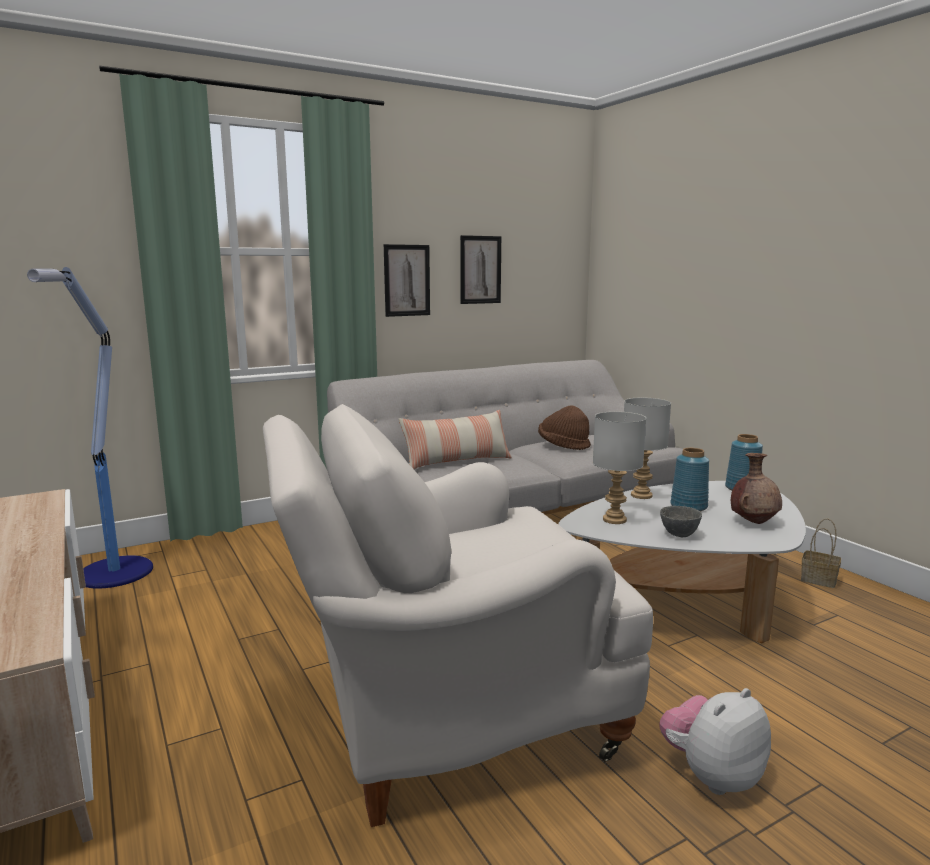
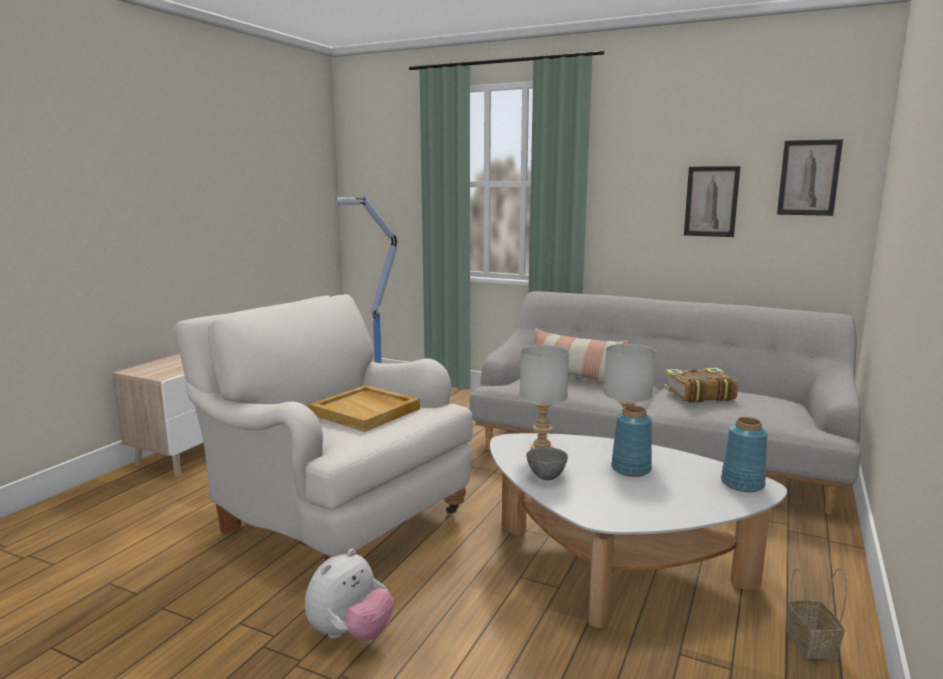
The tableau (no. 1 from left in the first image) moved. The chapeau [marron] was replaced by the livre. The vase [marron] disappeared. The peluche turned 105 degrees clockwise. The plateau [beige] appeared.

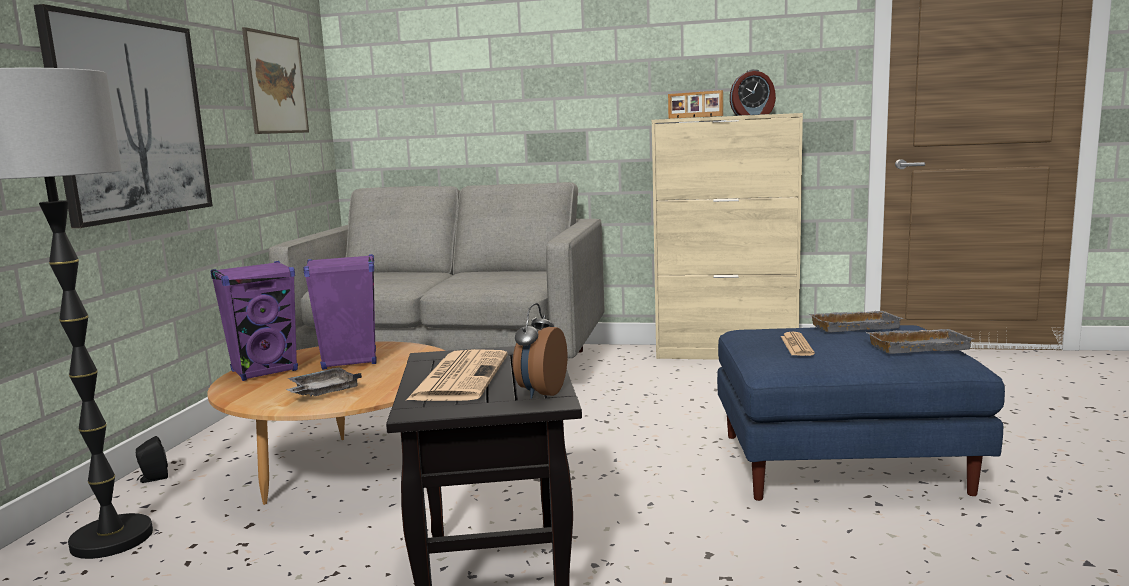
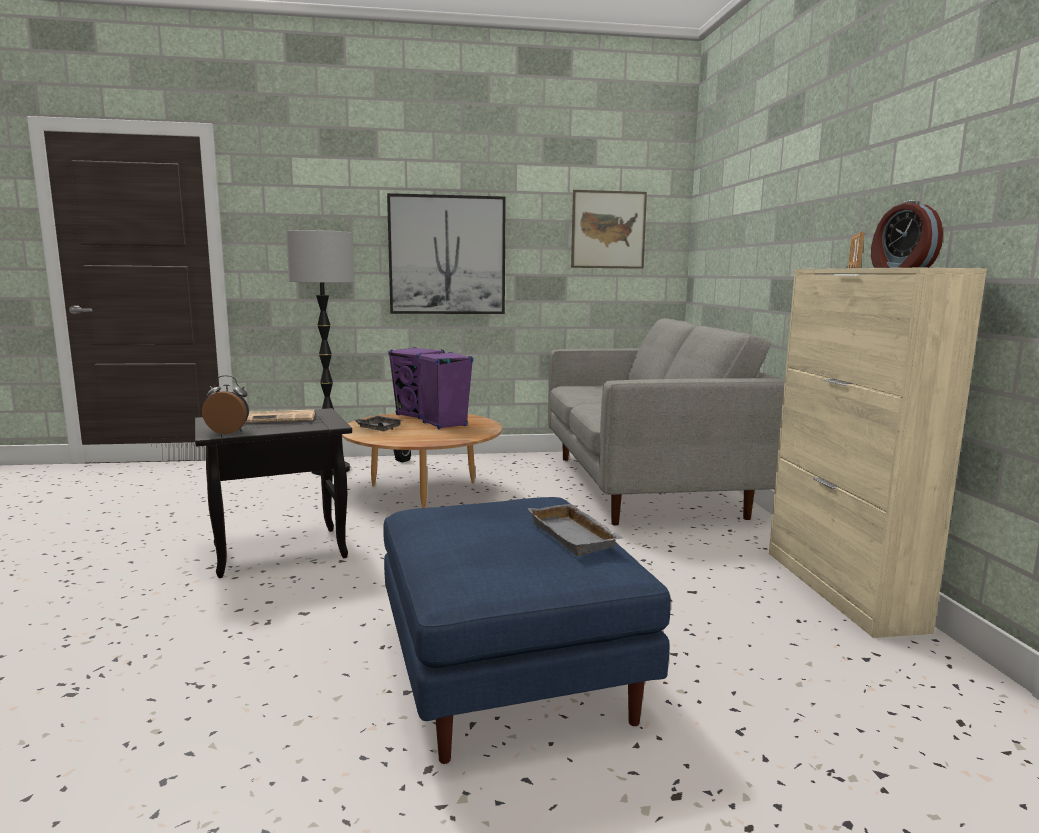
The plateau [gris] (no. 3 from left) disappeared. The journal (no. 2 from left) disappeared.

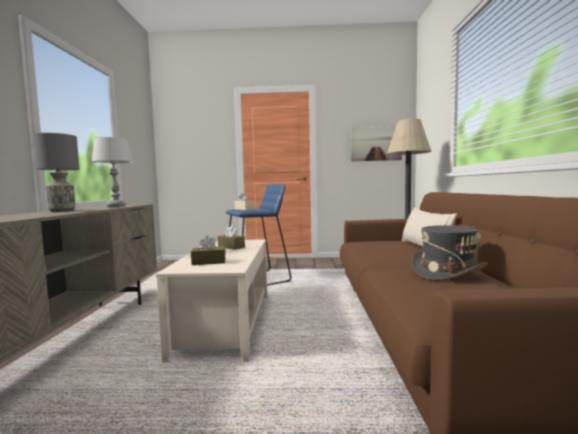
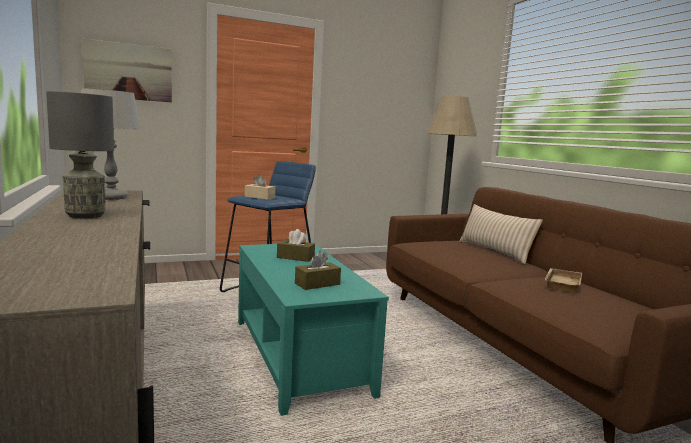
The tableau moved. The chapeau [gris] was replaced by the plateau [beige]. The table basse [beige] became the table basse [turquoise].

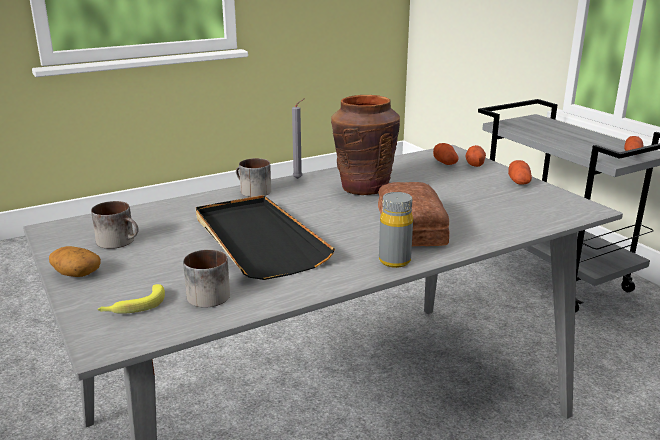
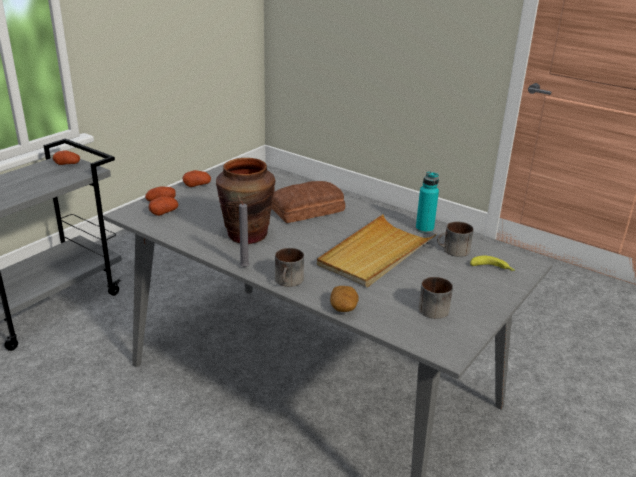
The bouteille [gris] disappeared. The plateau [noir] became the plateau [beige]. The pomme de terre (no. 1 from left in the first image) moved. The bouteille [turquoise] appeared.

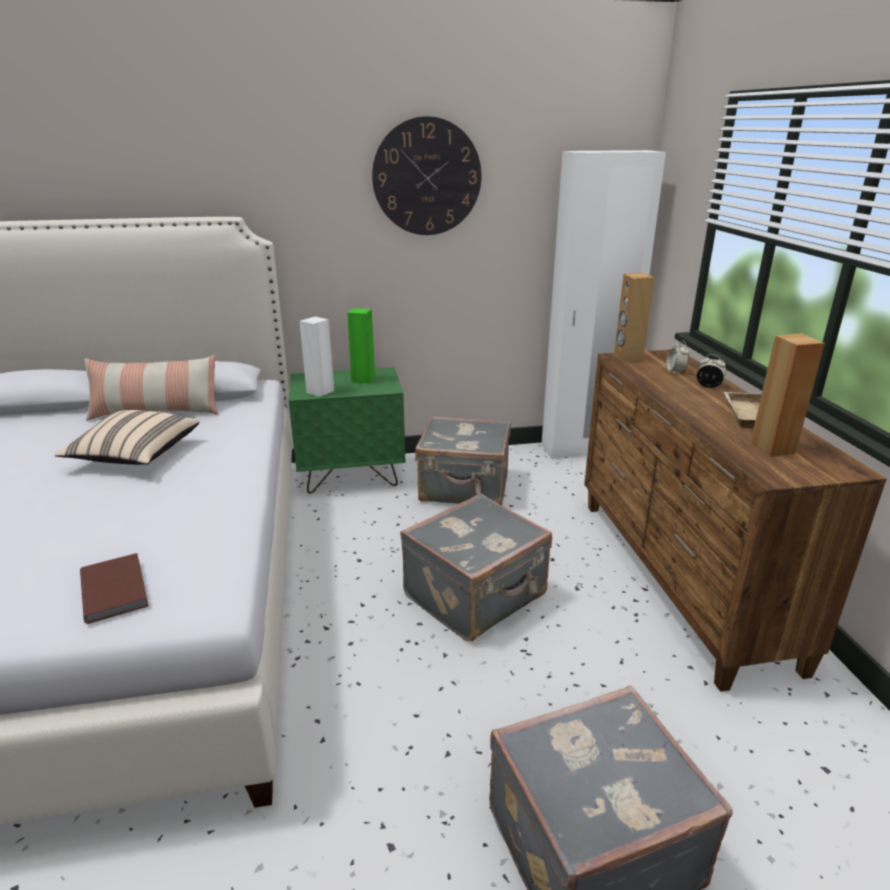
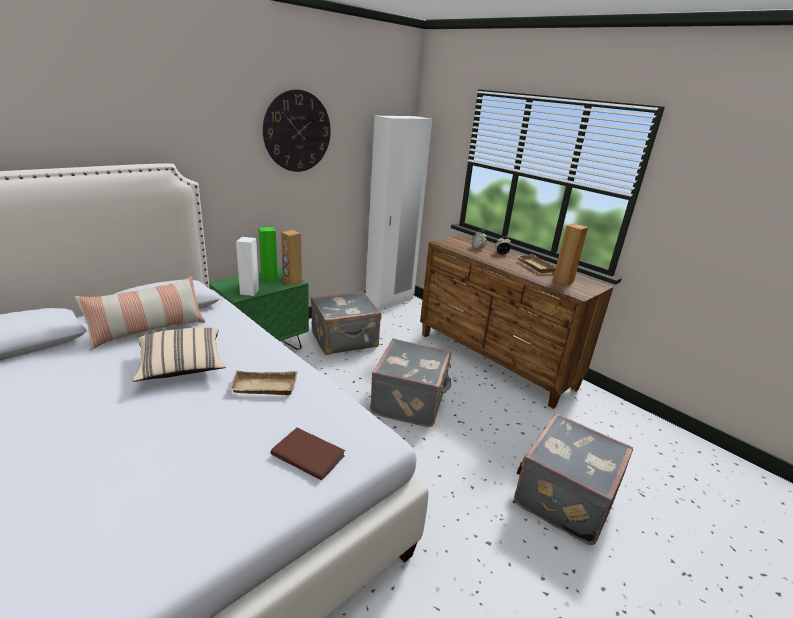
The enceinte [marron] (no. 1 from left) moved. The plateau [beige] (no. 1 from left) appeared.

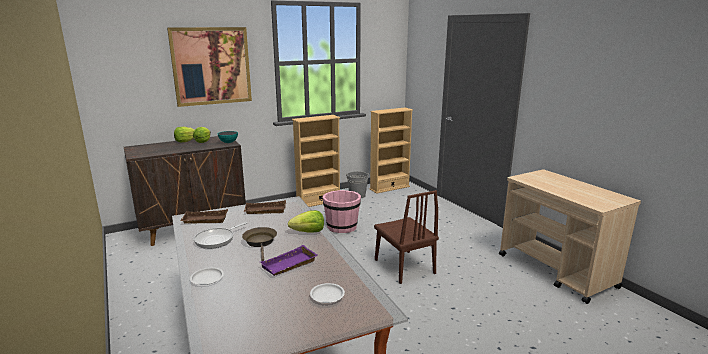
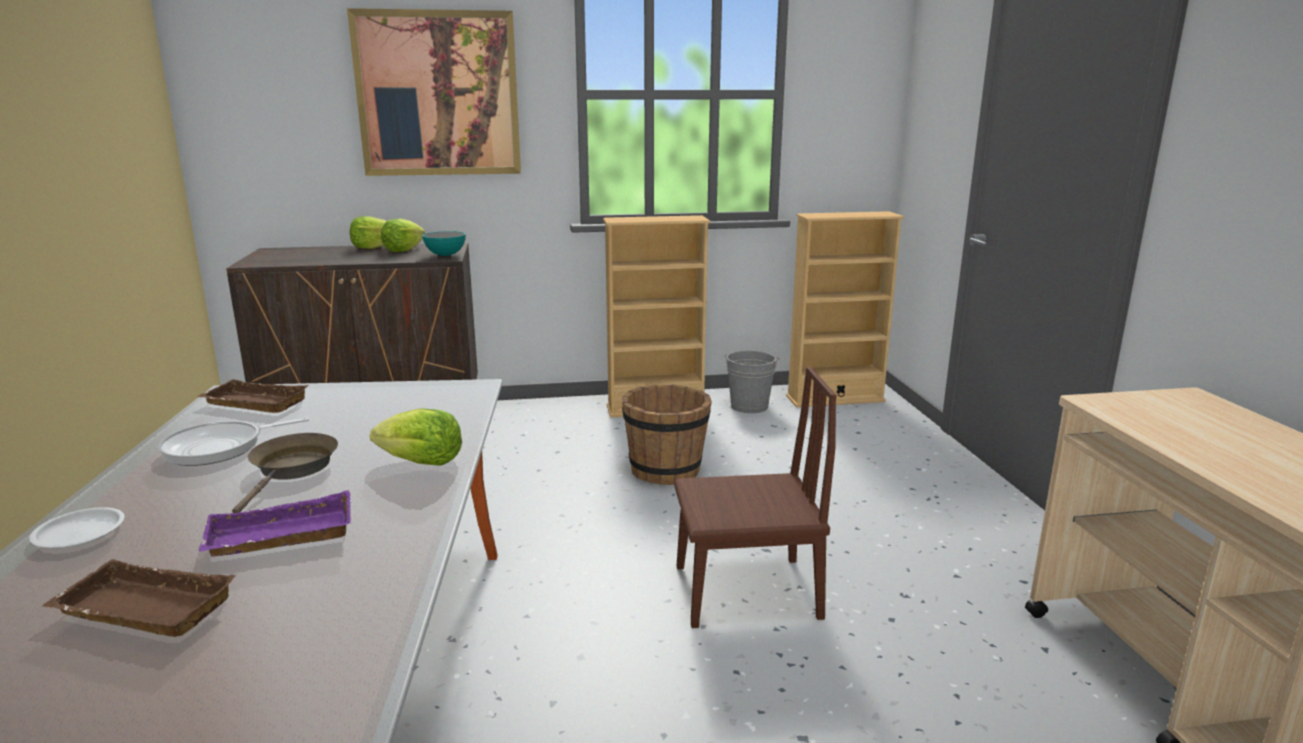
The seau [rose] became the seau [marron]. The chaise [marron] turned 90 degrees counterclockwise. The plateau [marron] (no. 2 from left in the first image) moved. The assiette [blanc] (no. 2 from left) disappeared.

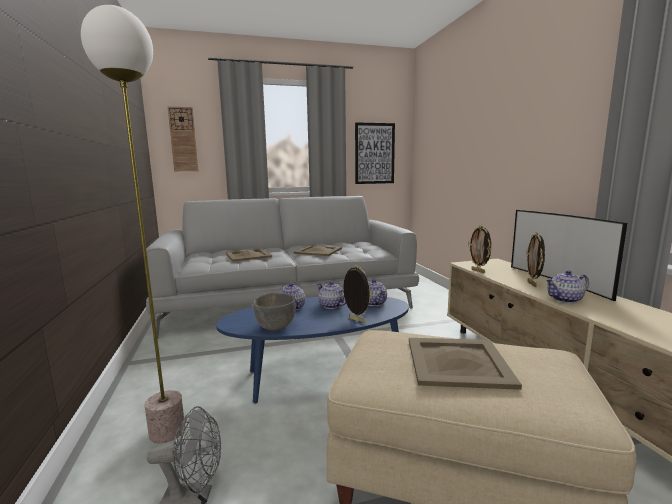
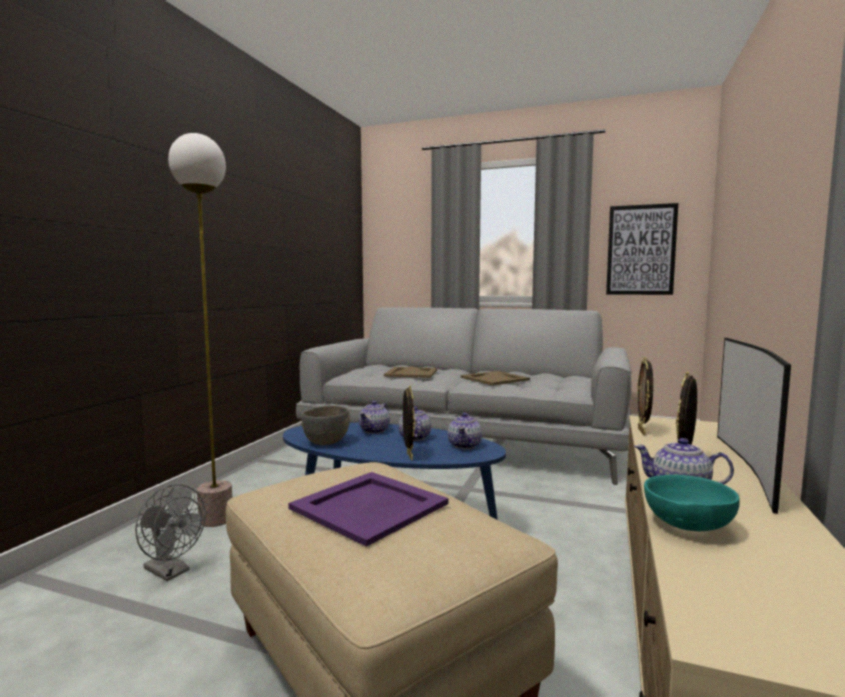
The horloge murale disappeared. The plateau [beige] (no. 3 from left) became the plateau [violet]. The bol [turquoise] appeared.

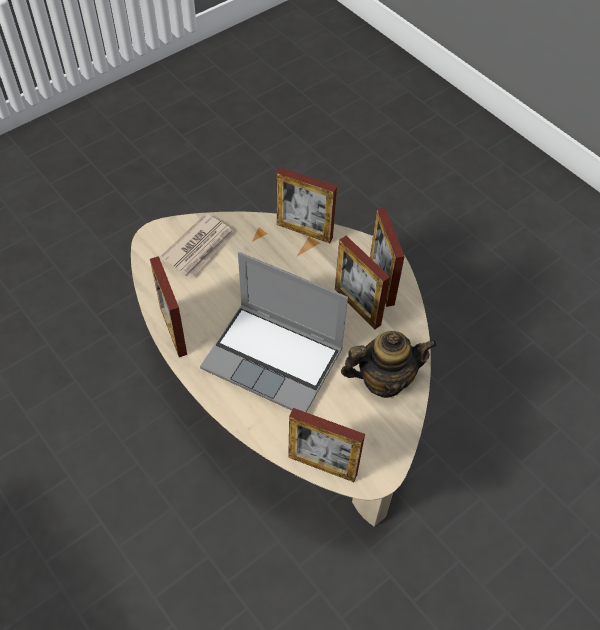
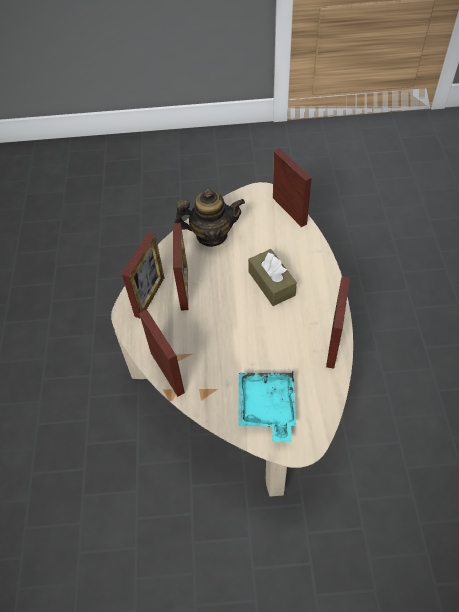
The journal was replaced by the plateau [turquoise]. The ordinateur portable was replaced by the boîte à mouchoirs [marron]. The théière turned 150 degrees clockwise.

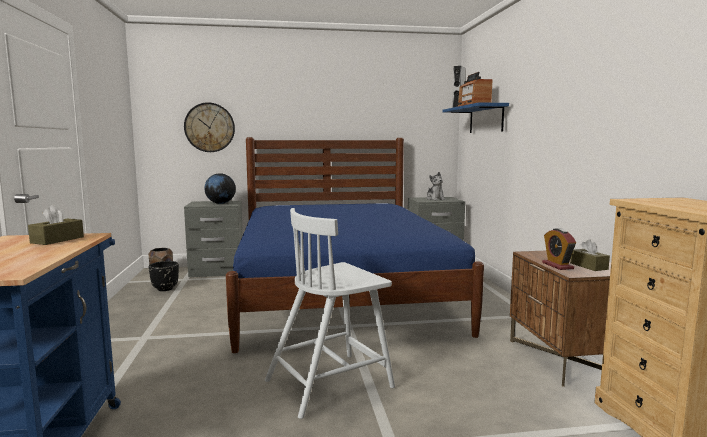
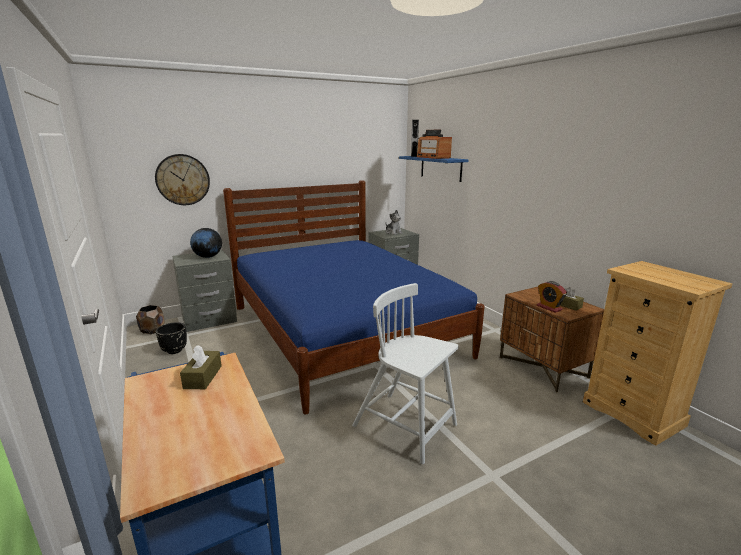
The chaise [blanc] turned 90 degrees clockwise.

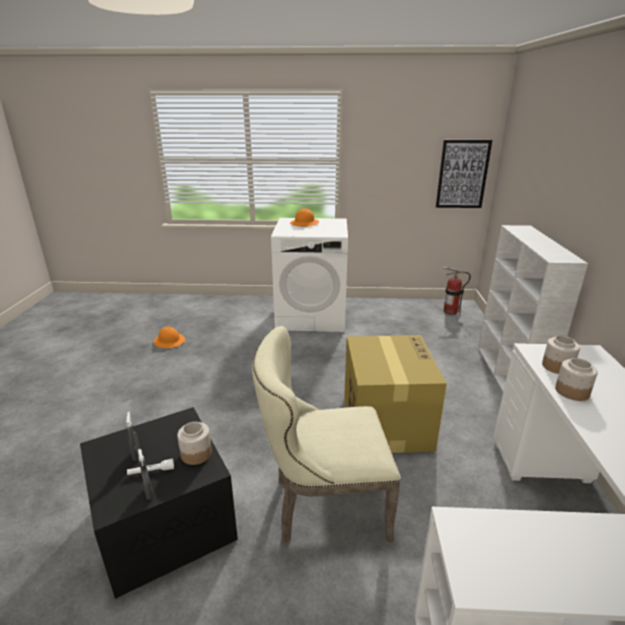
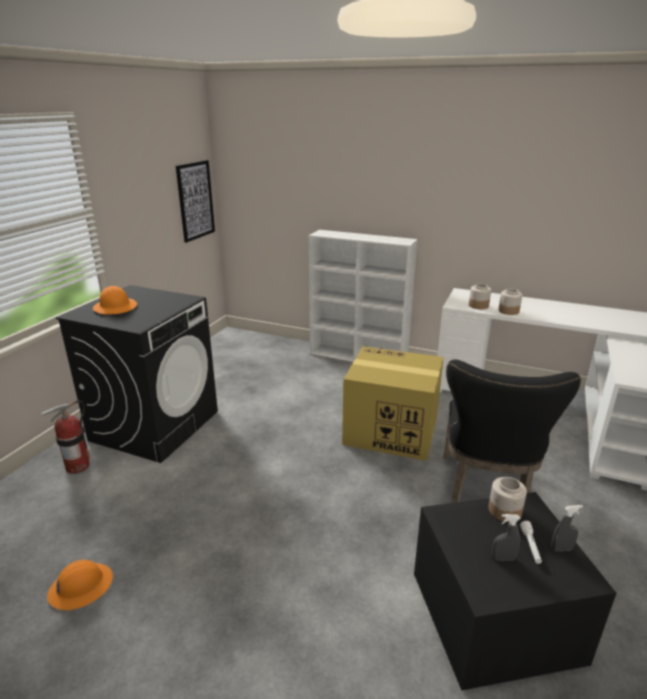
The lave-linge [blanc] became the lave-linge [noir]. The extincteur moved. The chaise [beige] became the chaise [noir].

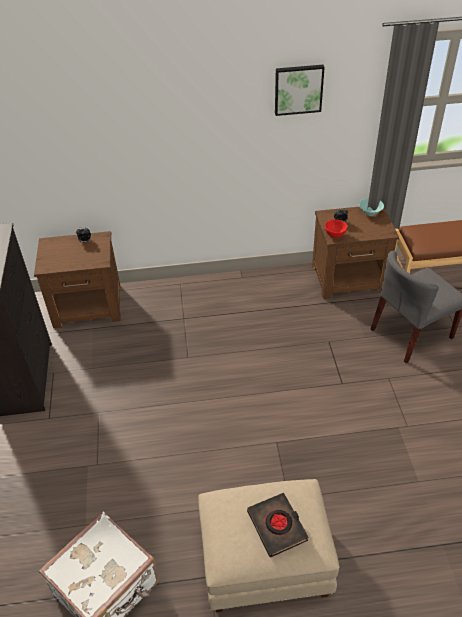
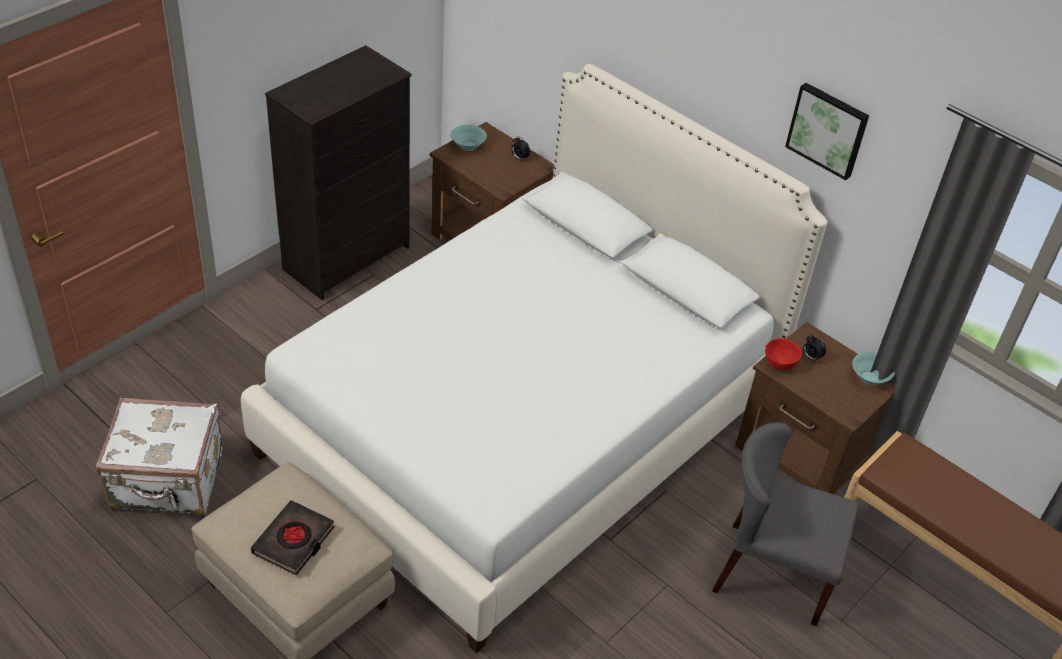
The lit [blanc] appeared. The bol [turquoise] (no. 1 from left) appeared.

